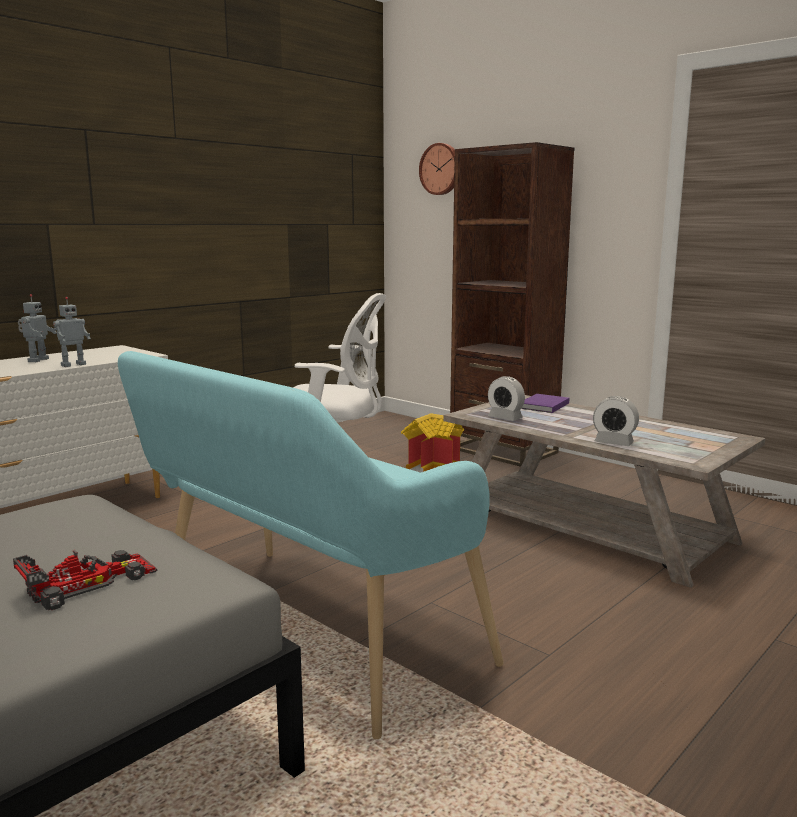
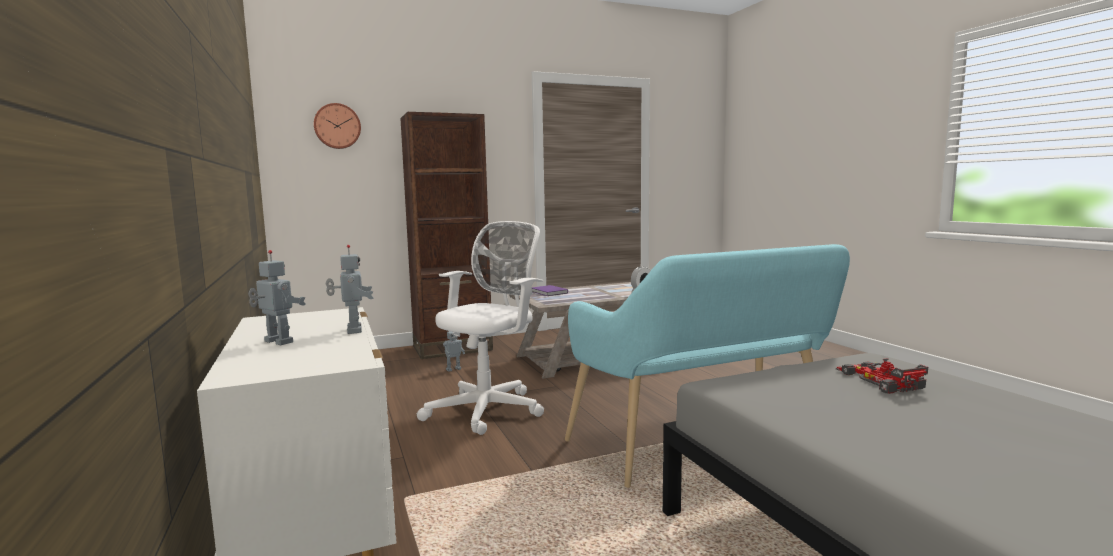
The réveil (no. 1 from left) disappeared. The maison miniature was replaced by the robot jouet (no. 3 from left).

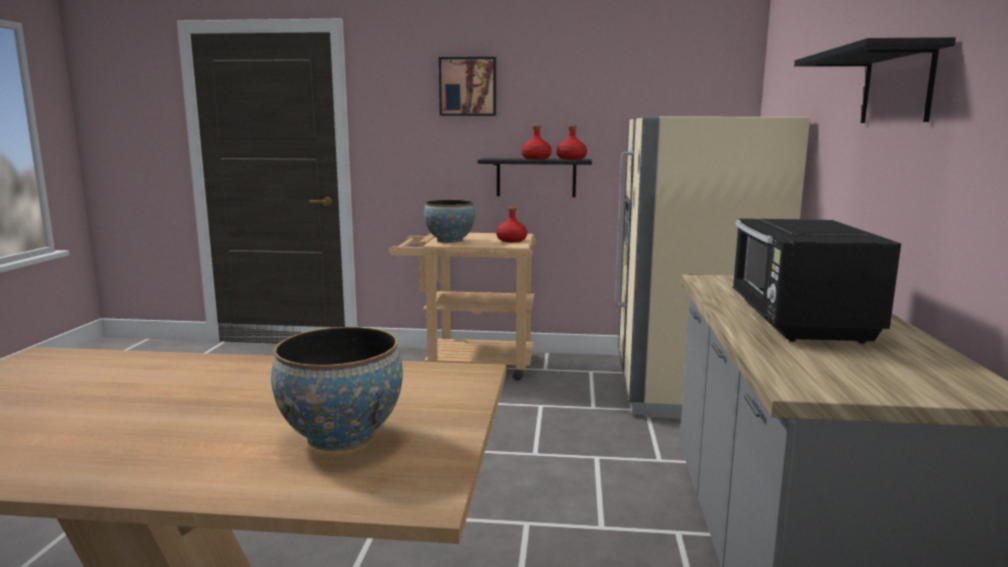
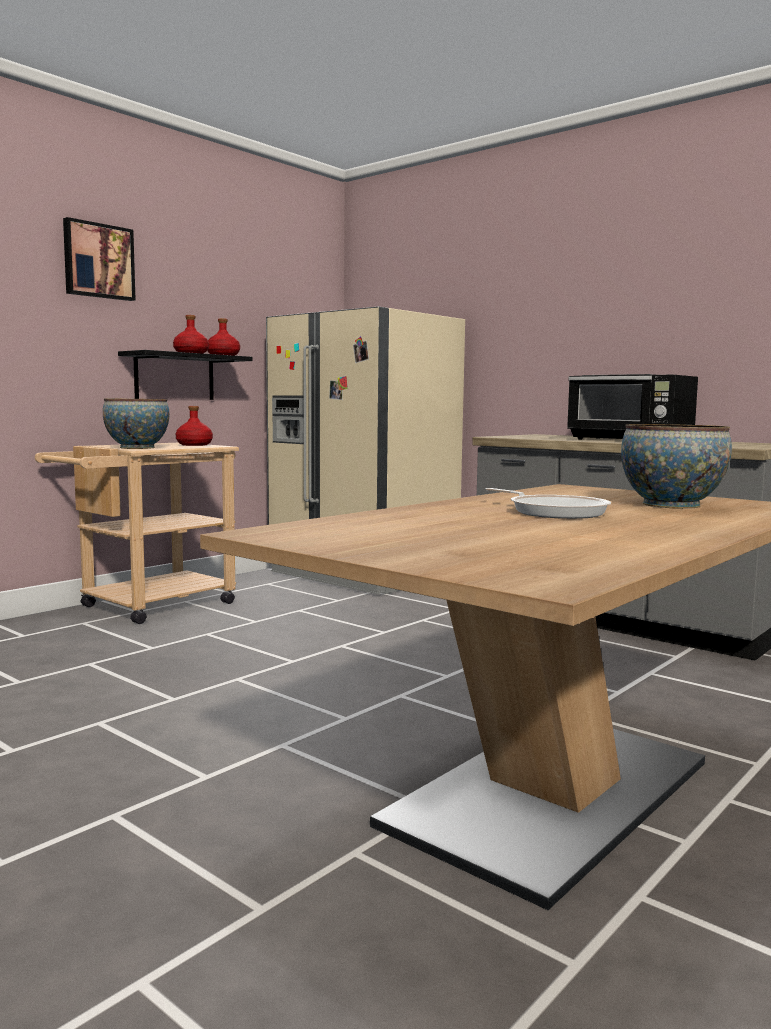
The étagère [noir] (no. 2 from left) disappeared. The poêle appeared.

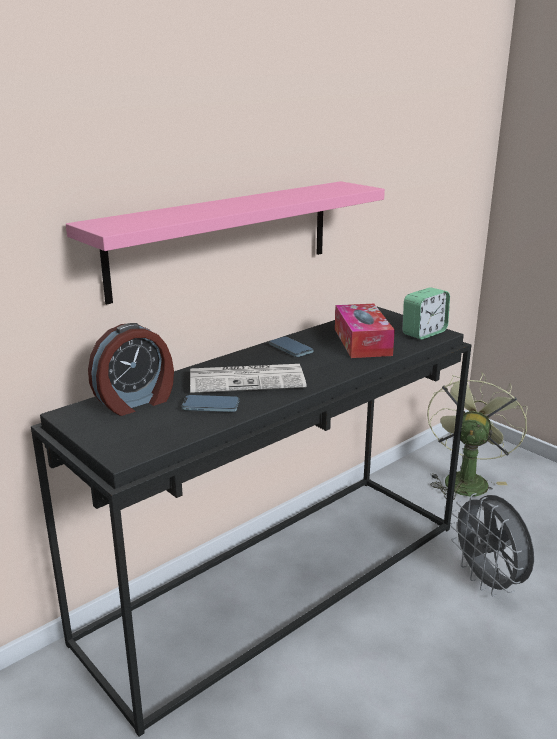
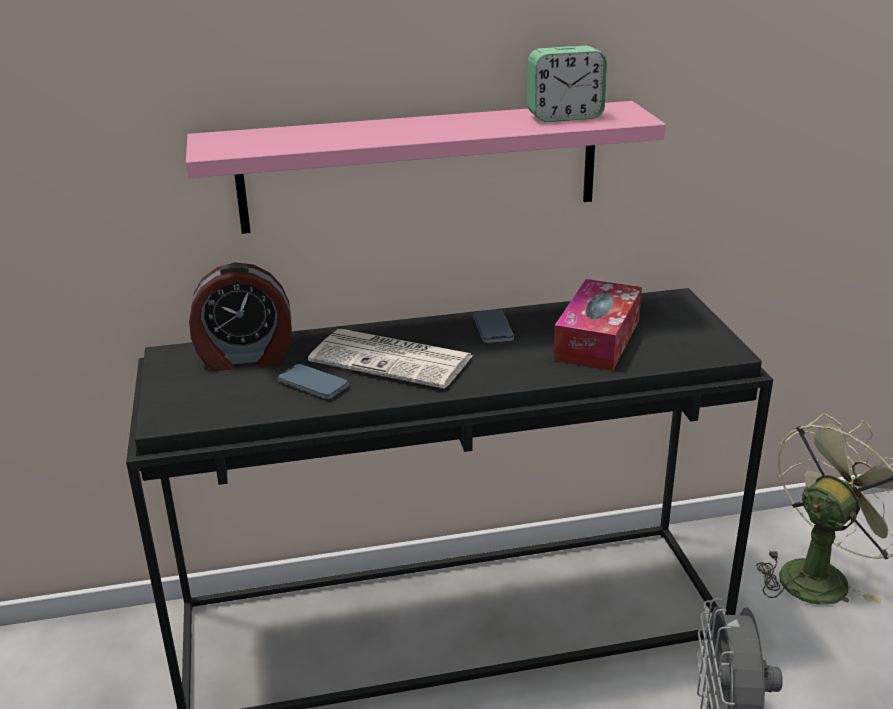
The réveil (no. 2 from left) moved.

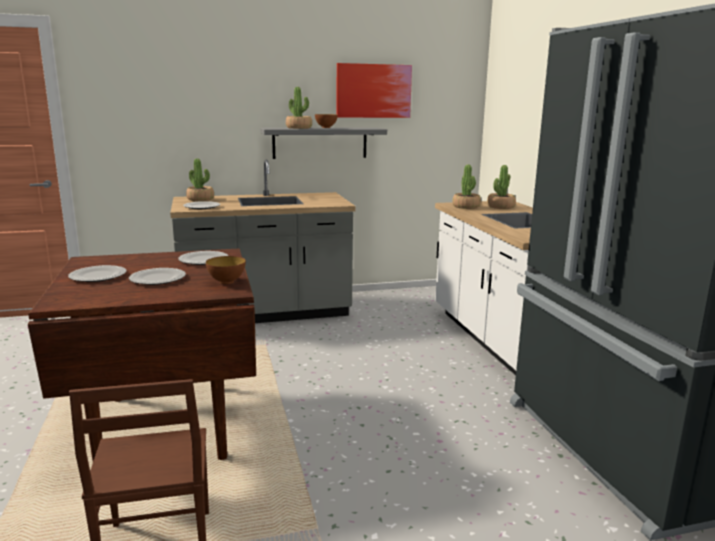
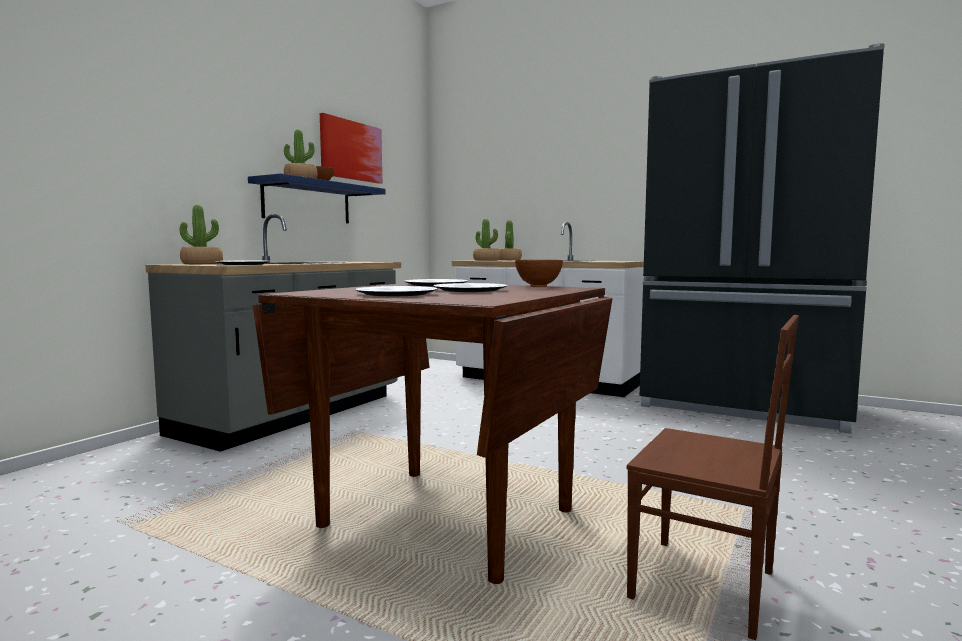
The étagère [gris] became the étagère [bleu].

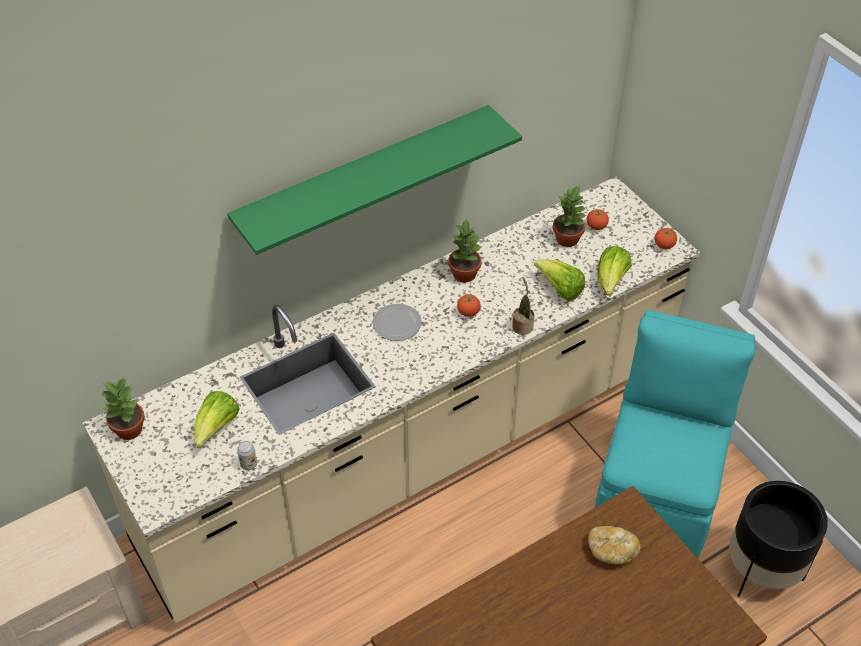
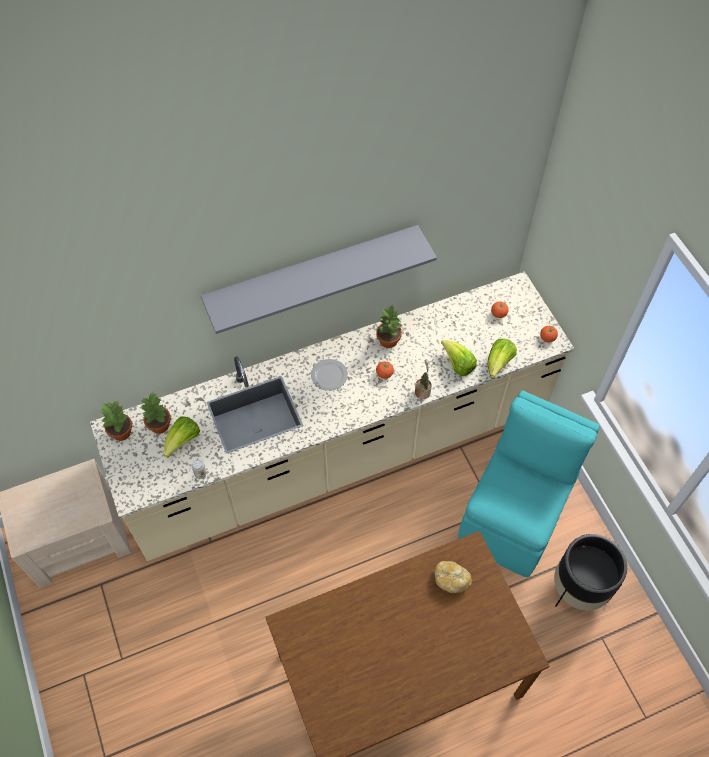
The étagère [vert] became the étagère [gris]. The plante en pot (no. 4 from left in the first image) moved.

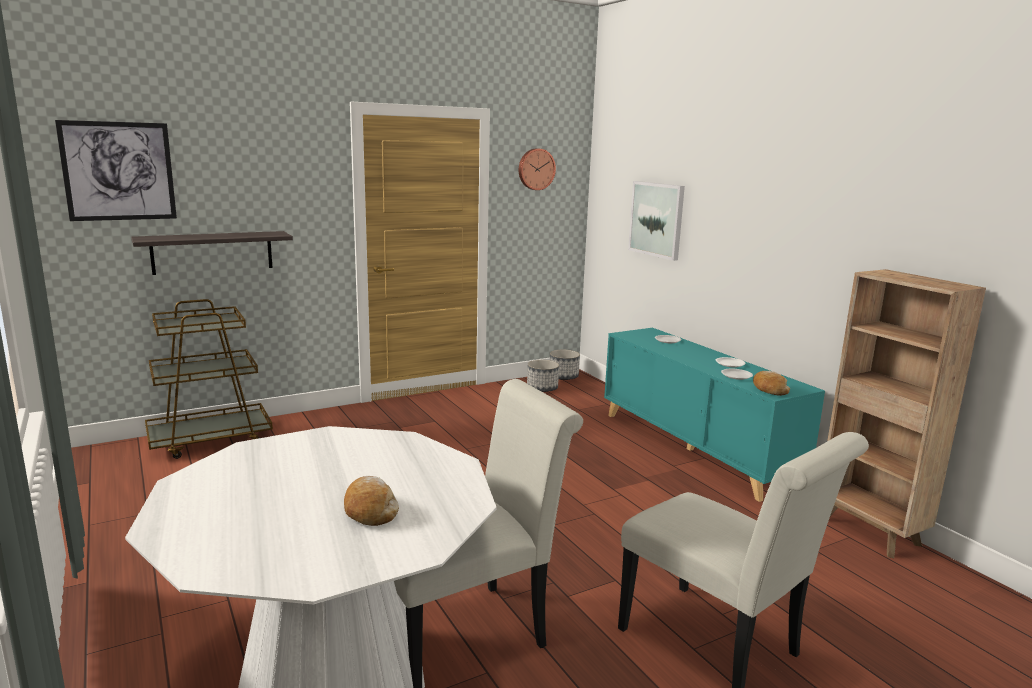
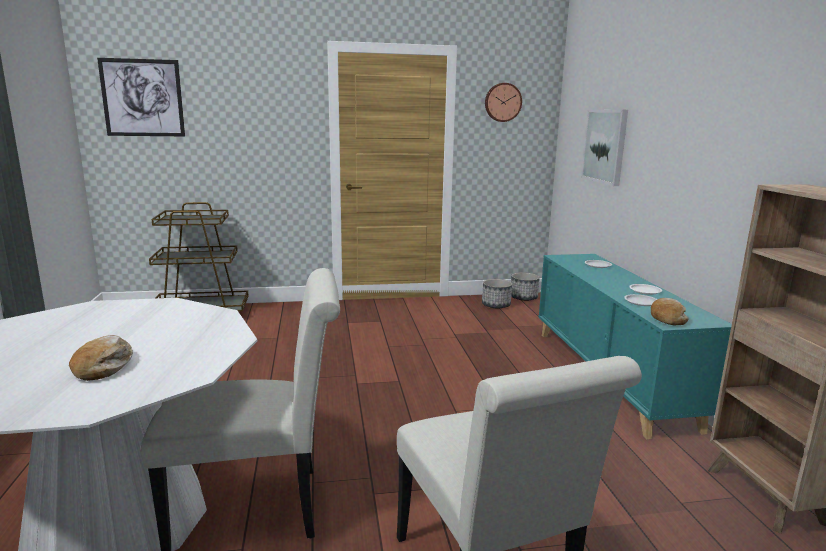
The étagère disappeared.

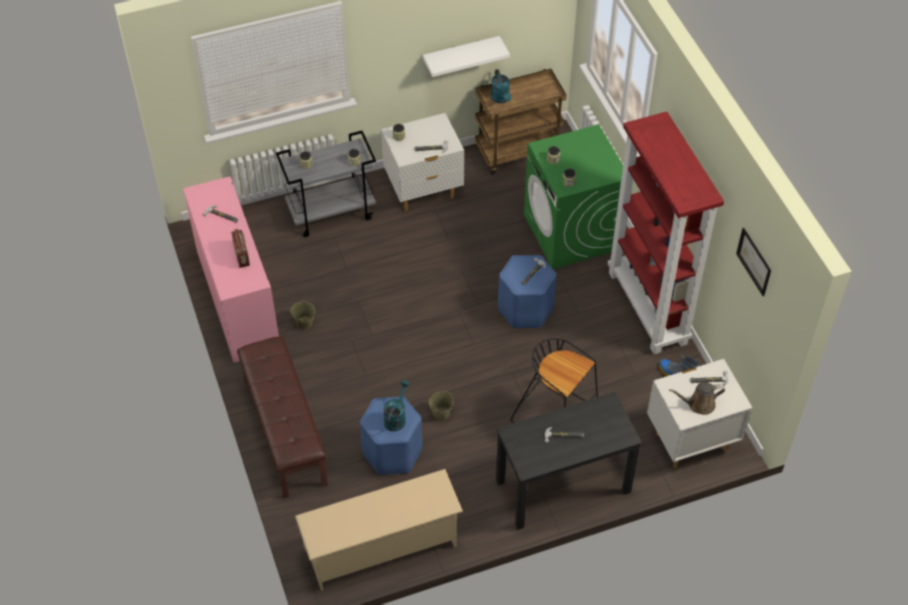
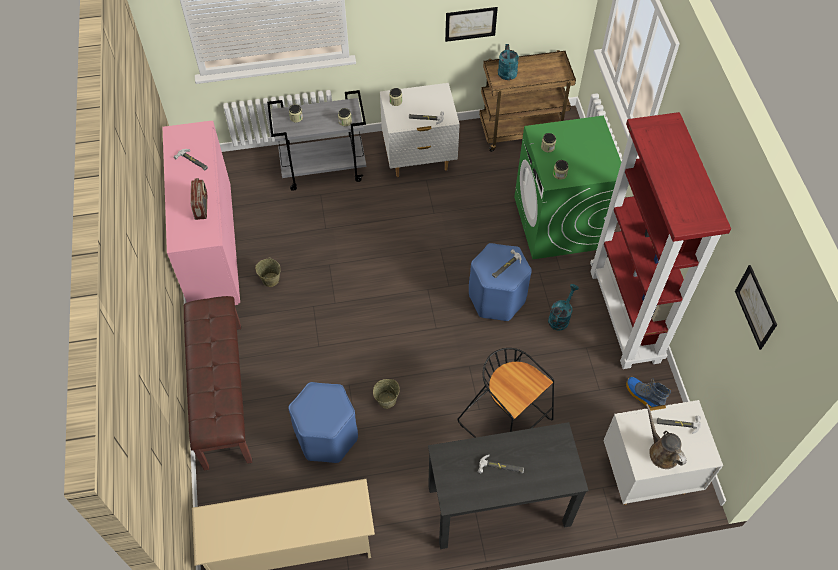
The étagère [blanc] was replaced by the tableau (no. 1 from left). The arrosoir [turquoise] (no. 1 from left in the first image) moved. The arrosoir [marron] turned 60 degrees clockwise.

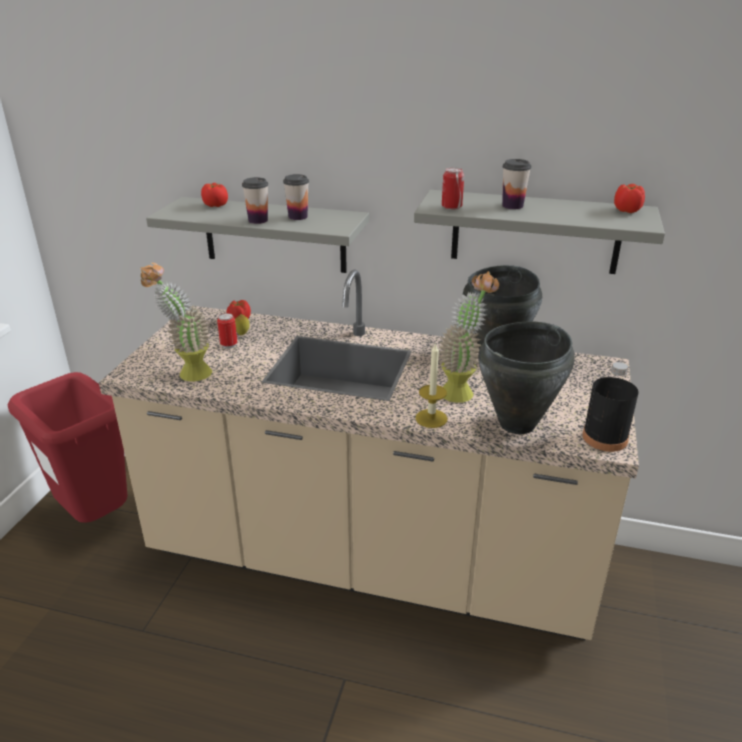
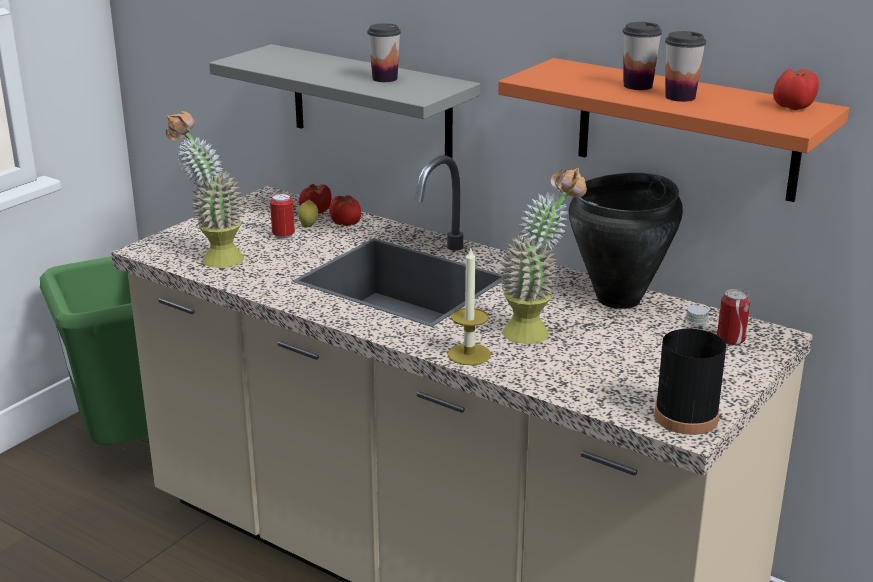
The boîte métallique (no. 2 from left) moved. The tasse (no. 1 from left in the first image) moved. The tomate (no. 1 from left in the first image) moved. The étagère [gris] (no. 2 from left) became the étagère [orange]. The marmite [noir] (no. 2 from left) disappeared. The poubelle [rouge] became the poubelle [vert].

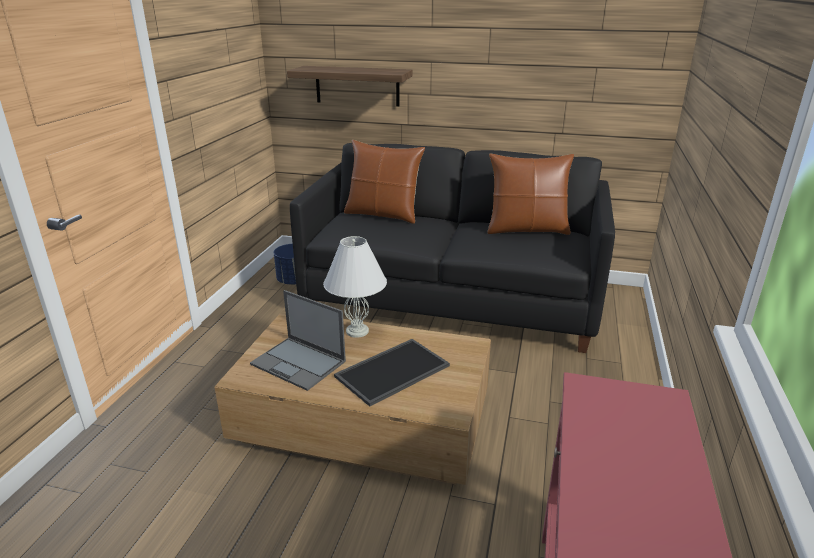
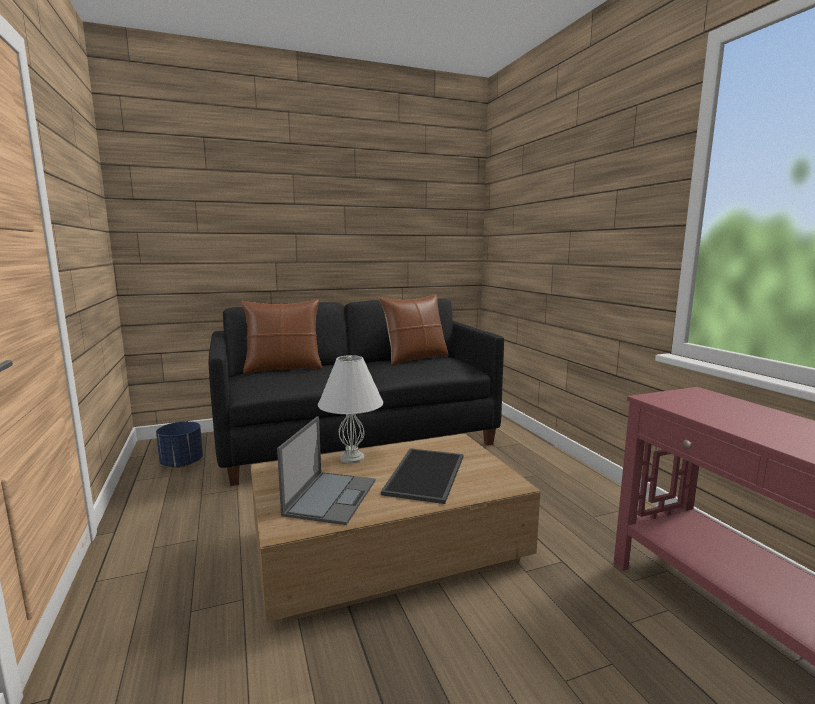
The étagère disappeared. The ordinateur portable turned 75 degrees counterclockwise.

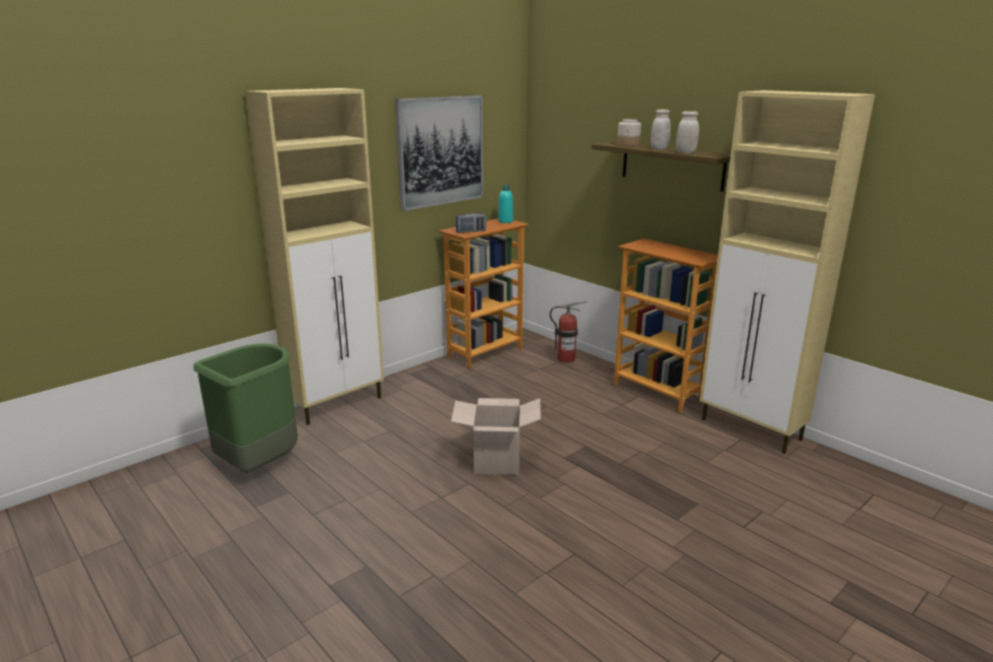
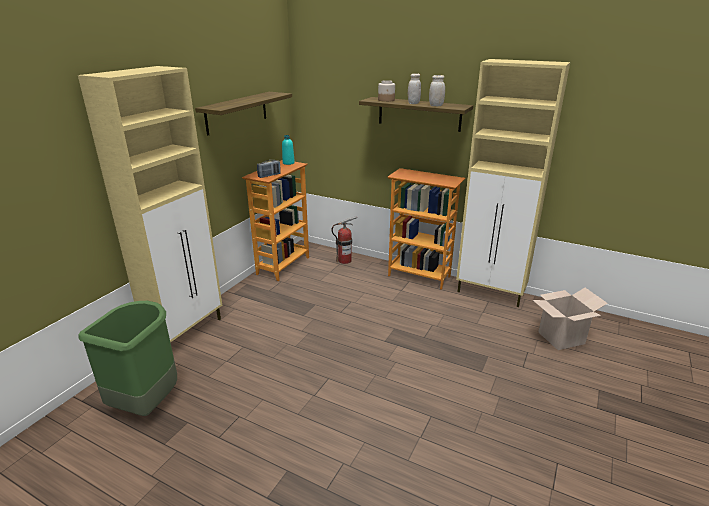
The tableau was replaced by the étagère (no. 1 from left). The carton moved.

